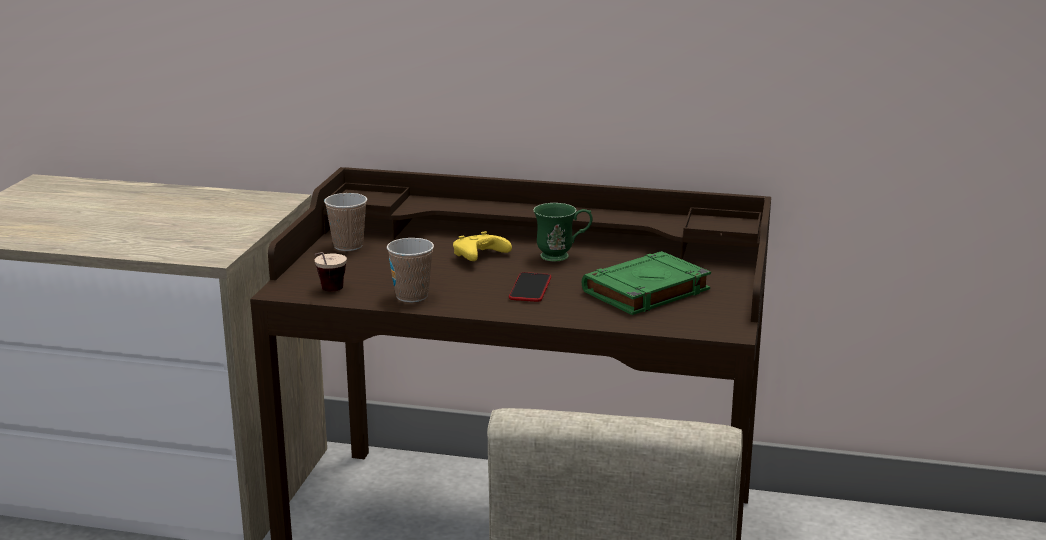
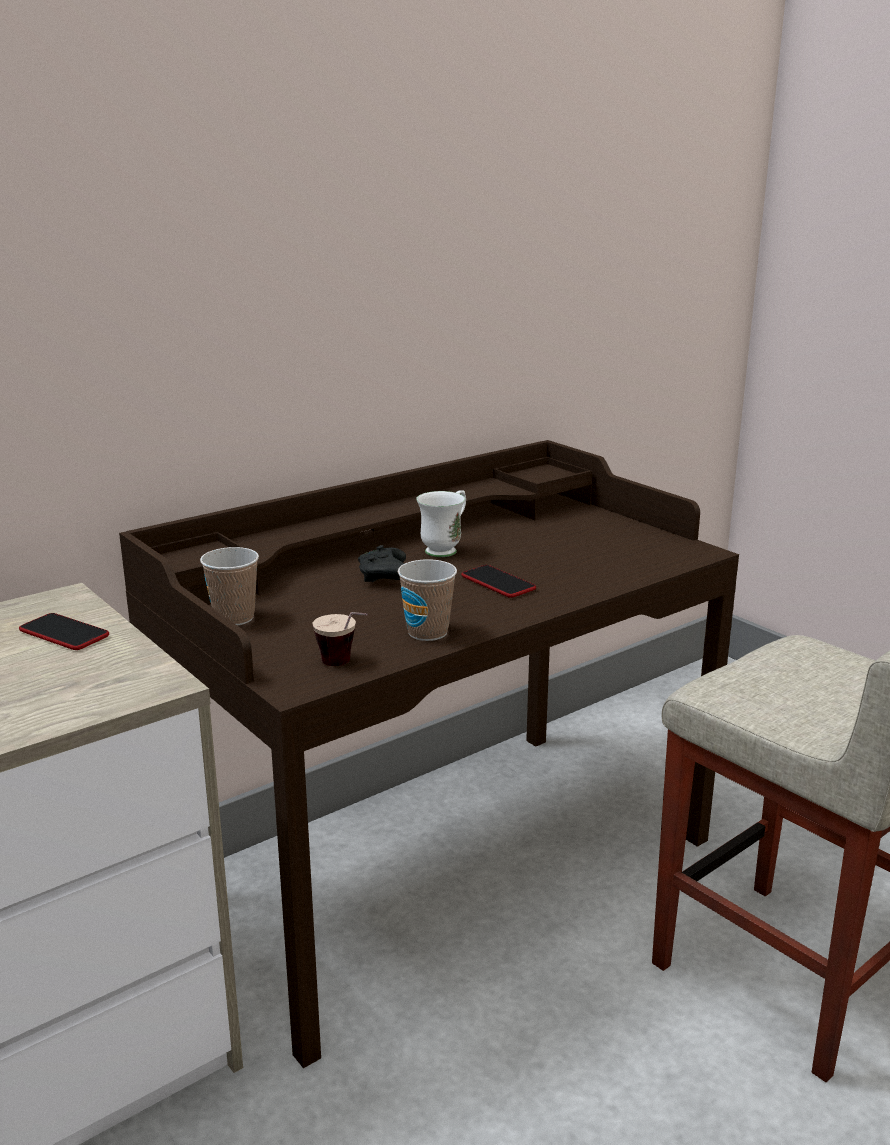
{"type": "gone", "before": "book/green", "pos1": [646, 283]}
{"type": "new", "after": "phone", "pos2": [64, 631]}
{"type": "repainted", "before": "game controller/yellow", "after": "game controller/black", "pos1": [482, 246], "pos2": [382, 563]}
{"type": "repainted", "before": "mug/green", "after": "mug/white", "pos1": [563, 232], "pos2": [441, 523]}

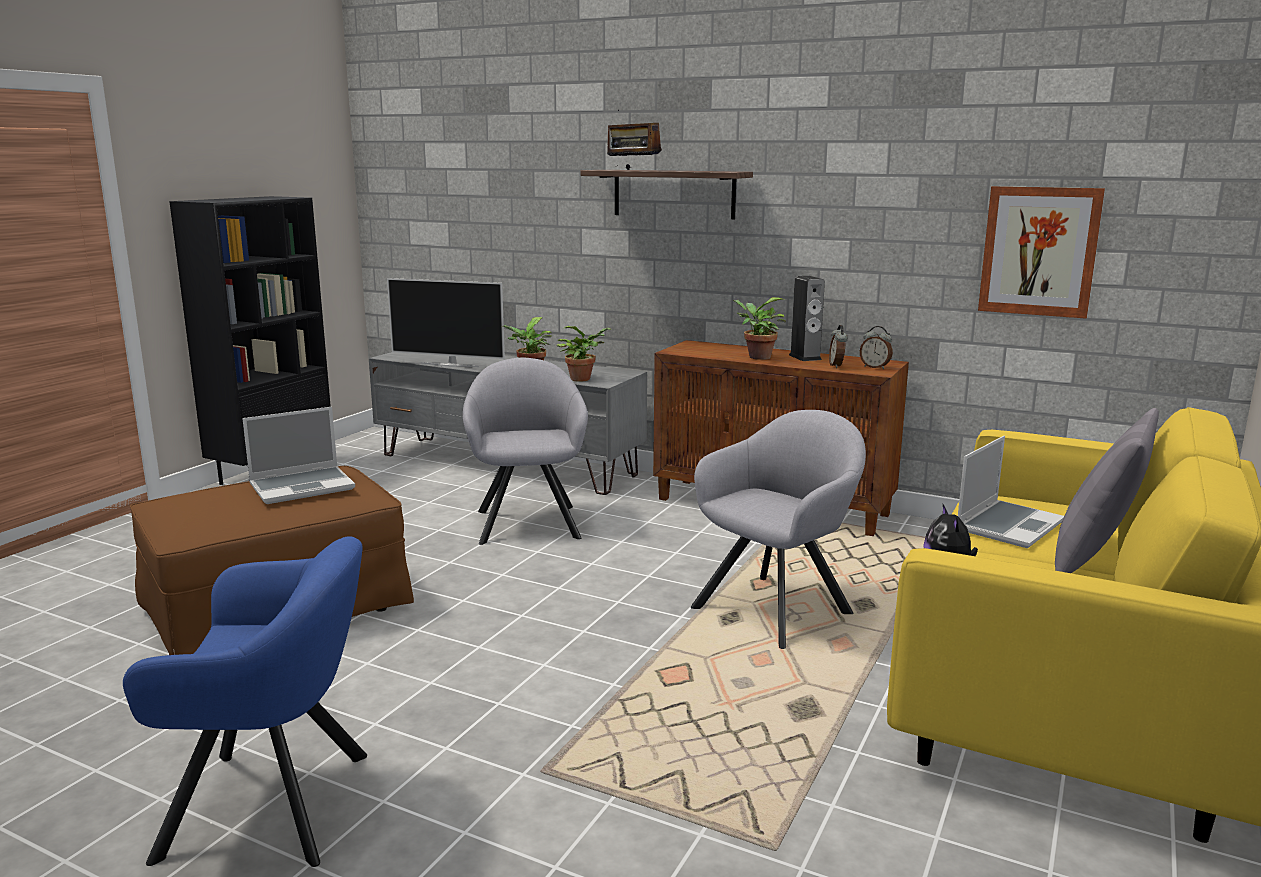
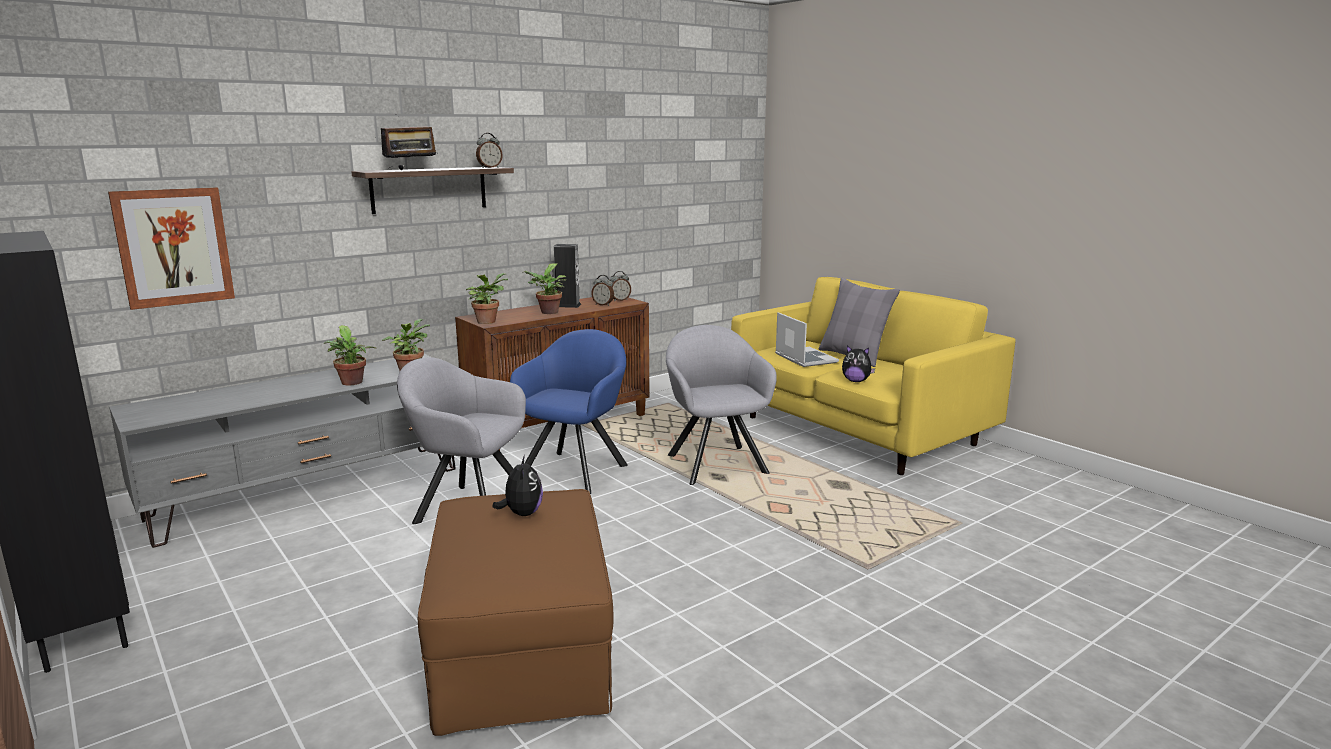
{"type": "gone", "before": "television", "pos1": [446, 322]}
{"type": "new", "after": "potted plant", "pos2": [487, 298]}
{"type": "new", "after": "alarm clock", "pos2": [489, 150]}
{"type": "shifted", "before": "armchair/blue", "pos1": [245, 701], "pos2": [569, 411]}
{"type": "shifted", "before": "picture", "pos1": [1041, 252], "pos2": [171, 248]}
{"type": "swapped", "before": "laptop", "after": "plush toy", "pos1": [298, 455], "pos2": [518, 485]}

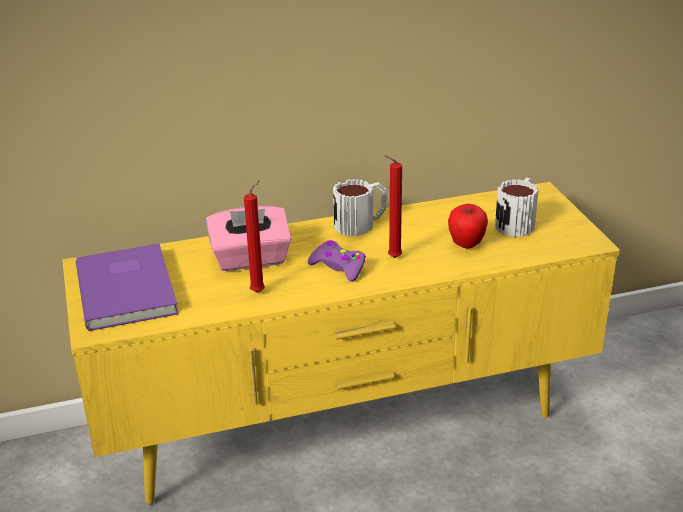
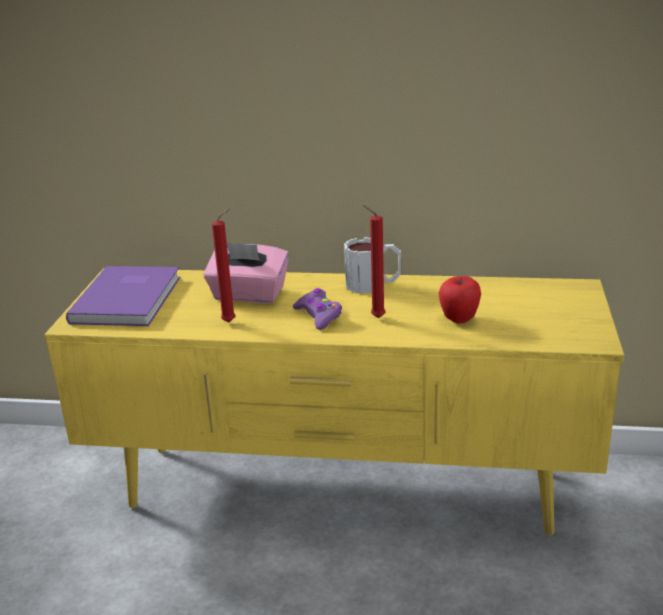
{"type": "gone", "before": "mug", "pos1": [516, 207]}

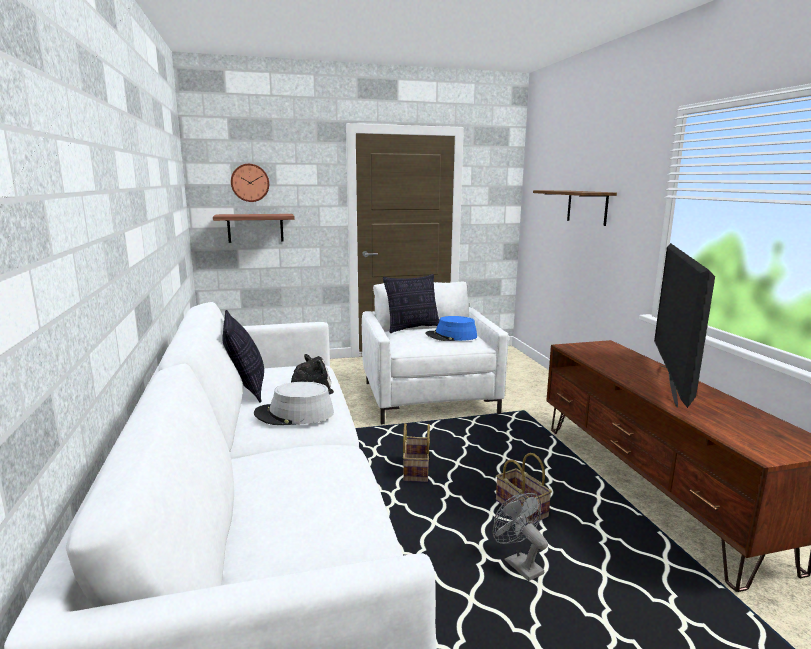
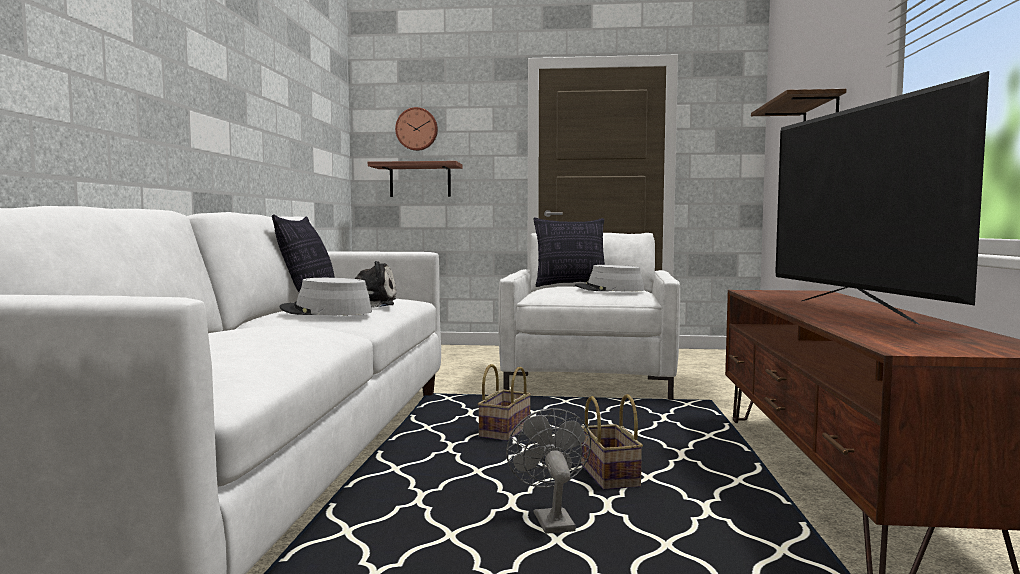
{"type": "repainted", "before": "hat/blue", "after": "hat/grey", "pos1": [451, 328], "pos2": [609, 278]}
{"type": "rotated", "before": "television", "pos1": [684, 325], "pos2": [882, 197], "turn": -45}

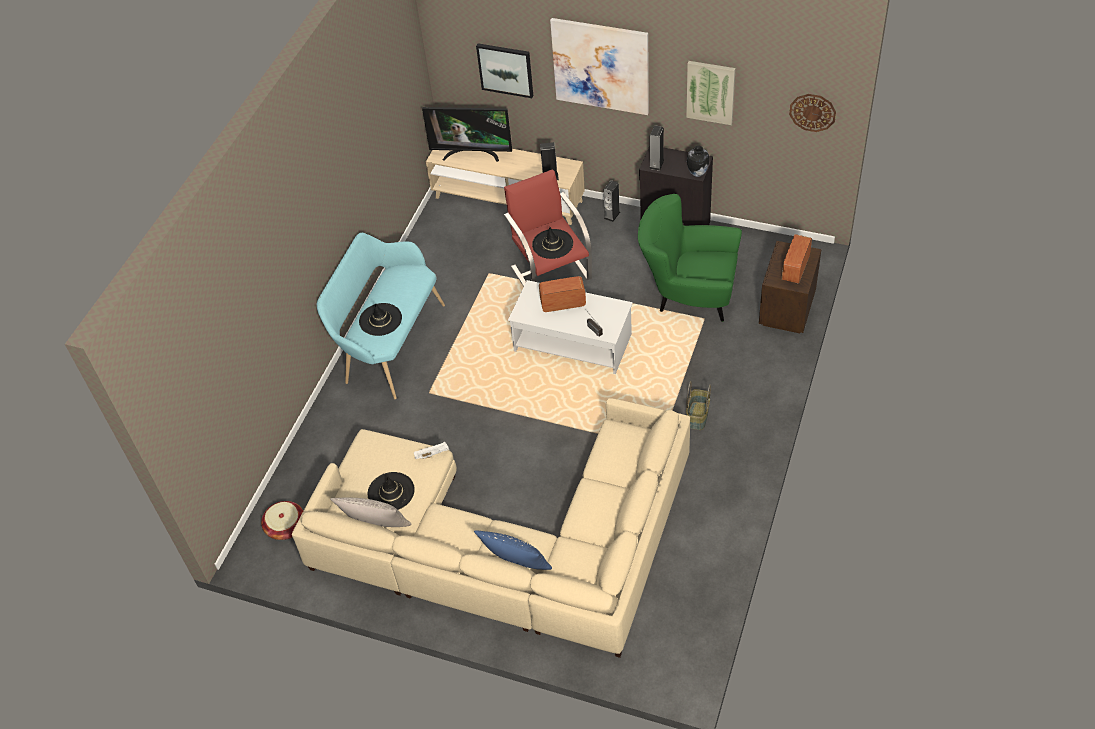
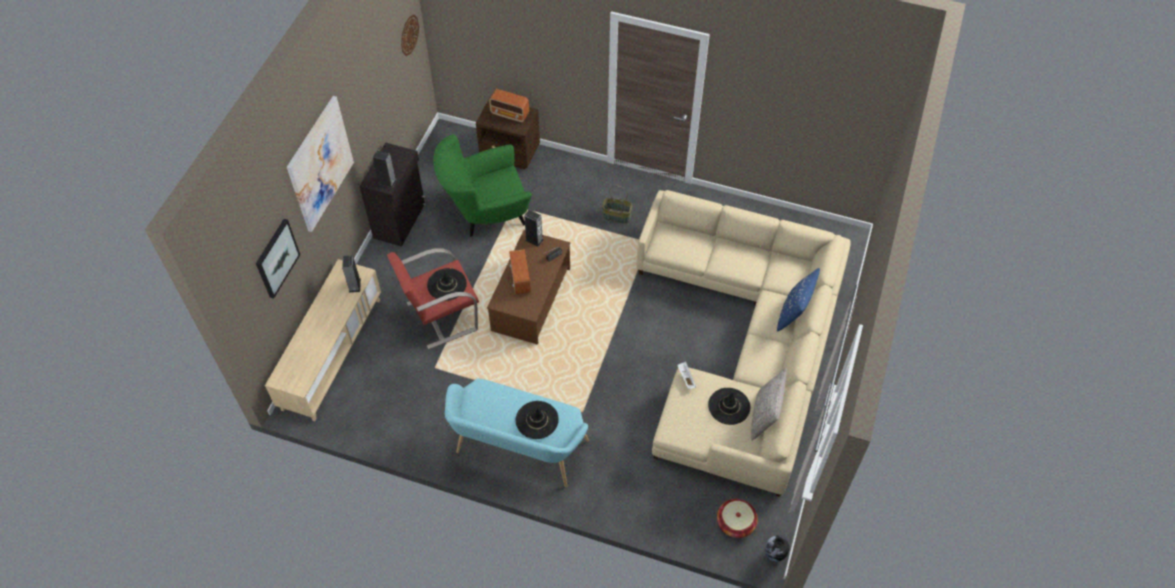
{"type": "gone", "before": "television", "pos1": [467, 134]}
{"type": "gone", "before": "picture", "pos1": [711, 93]}
{"type": "shifted", "before": "speaker", "pos1": [612, 201], "pos2": [534, 228]}
{"type": "shifted", "before": "vase", "pos1": [698, 161], "pos2": [777, 548]}
{"type": "repainted", "before": "coffee table/white", "after": "coffee table/brown", "pos1": [570, 327], "pos2": [529, 287]}
{"type": "rotated", "before": "armchair/green", "pos1": [690, 258], "pos2": [482, 185], "turn": 60}

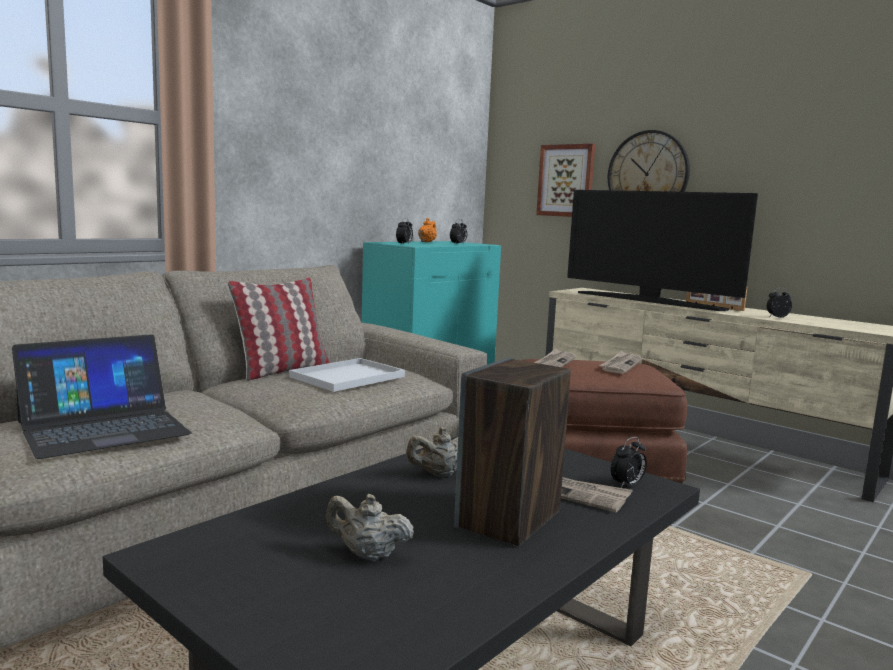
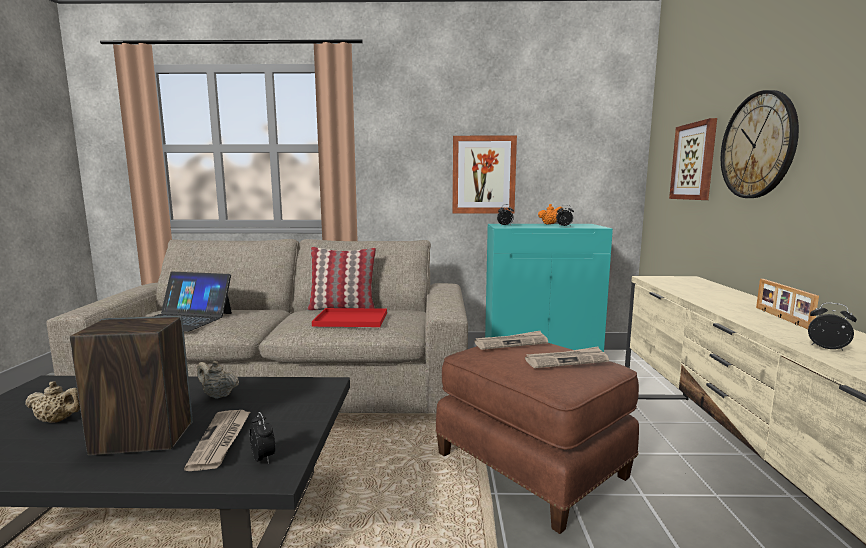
{"type": "gone", "before": "television", "pos1": [662, 250]}
{"type": "new", "after": "picture", "pos2": [484, 175]}
{"type": "repainted", "before": "tray/white", "after": "tray/red", "pos1": [347, 375], "pos2": [349, 317]}
{"type": "rotated", "before": "teapot/beige", "pos1": [370, 527], "pos2": [52, 402], "turn": 120}
{"type": "rotated", "before": "alarm clock", "pos1": [629, 462], "pos2": [262, 438], "turn": -135}

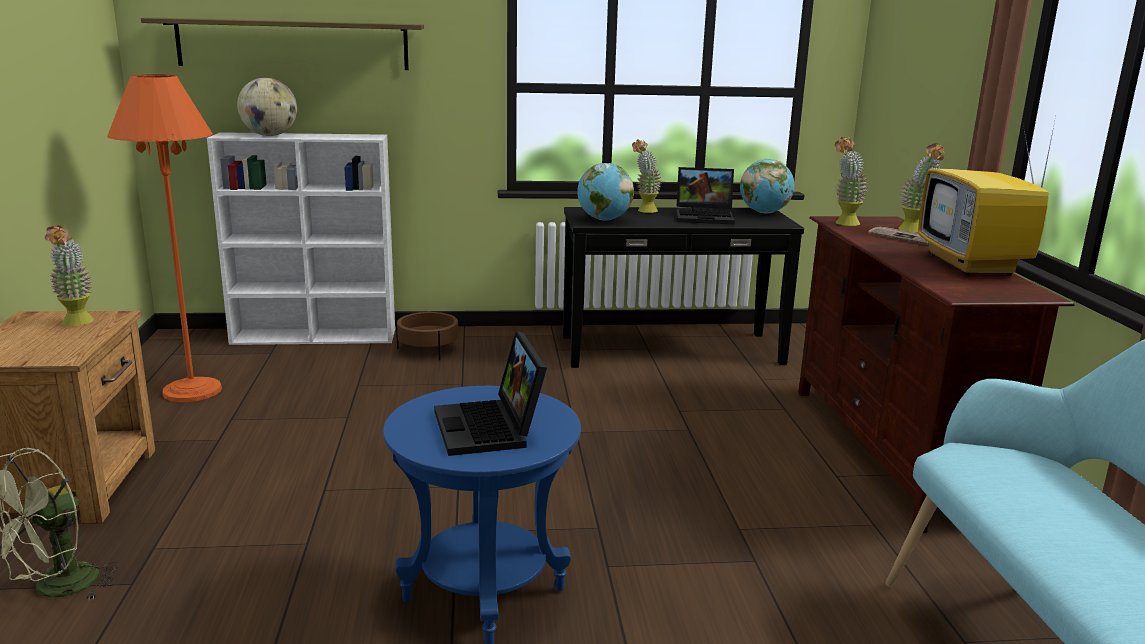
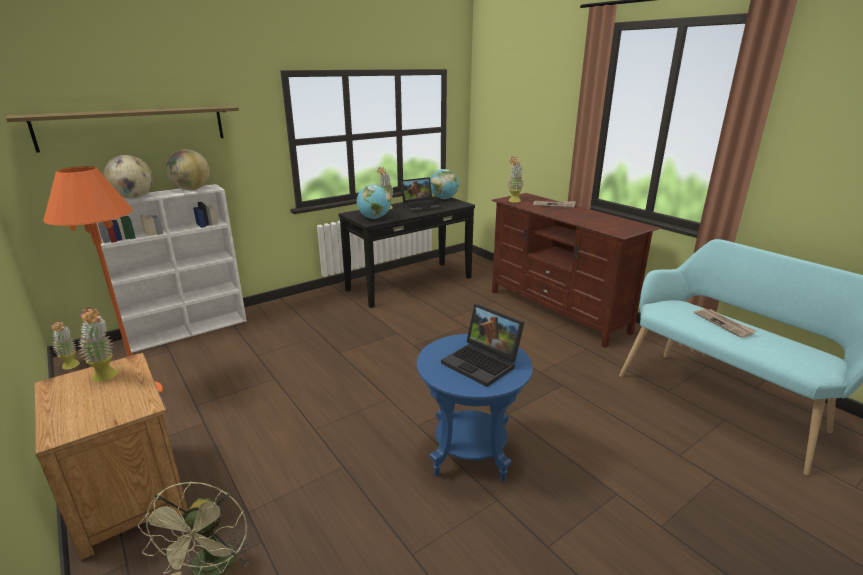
{"type": "gone", "before": "planter/brown", "pos1": [427, 336]}
{"type": "gone", "before": "television", "pos1": [987, 196]}
{"type": "new", "after": "globe", "pos2": [188, 169]}
{"type": "new", "after": "newspaper", "pos2": [725, 323]}
{"type": "shifted", "before": "potted plant", "pos1": [921, 188], "pos2": [65, 345]}

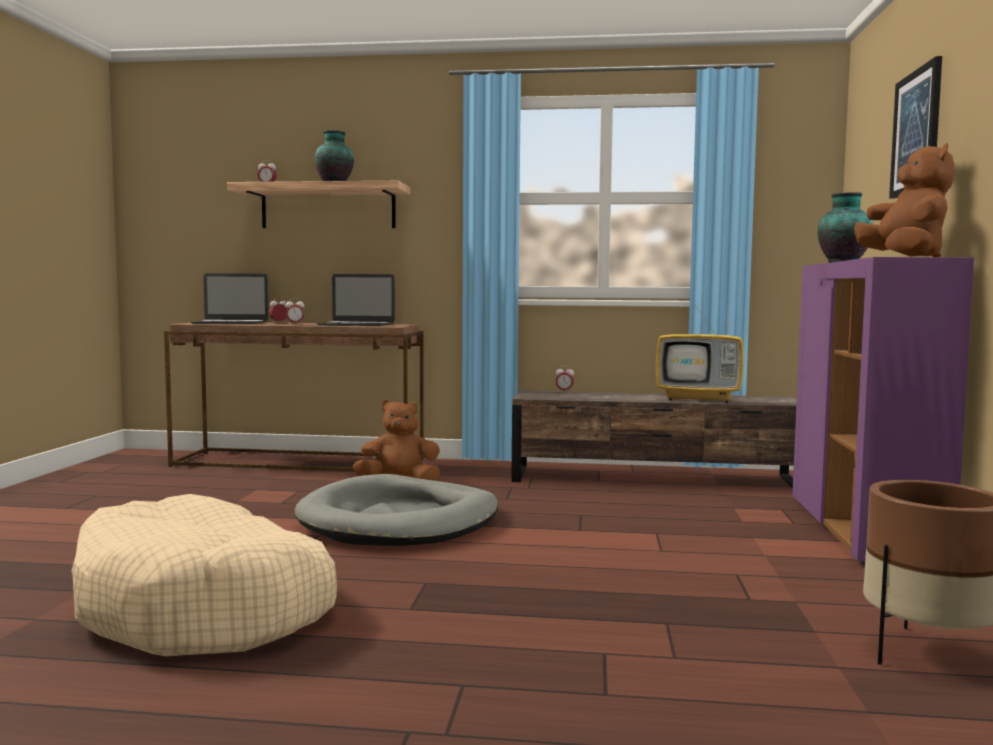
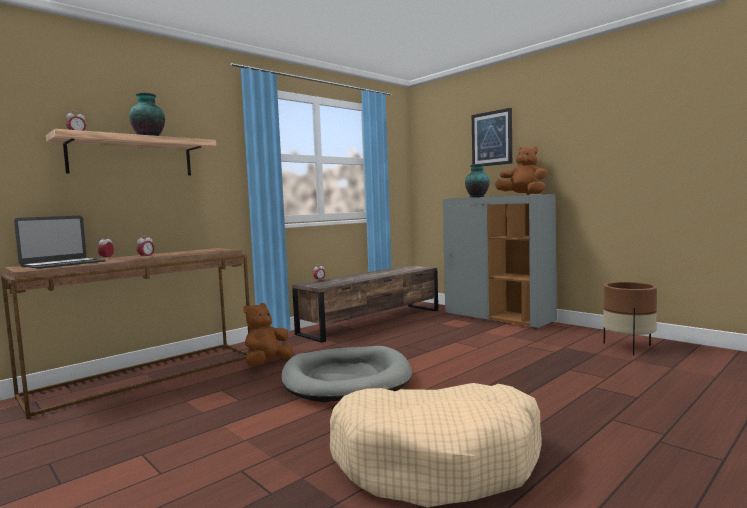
{"type": "gone", "before": "laptop", "pos1": [356, 300]}
{"type": "gone", "before": "television", "pos1": [700, 347]}
{"type": "repainted", "before": "cabinet/purple", "after": "cabinet/grey", "pos1": [883, 411], "pos2": [500, 261]}

